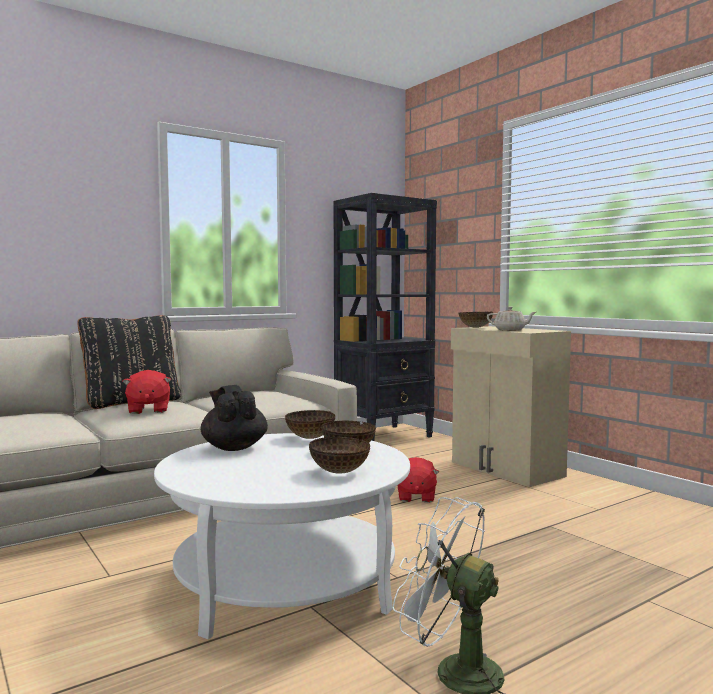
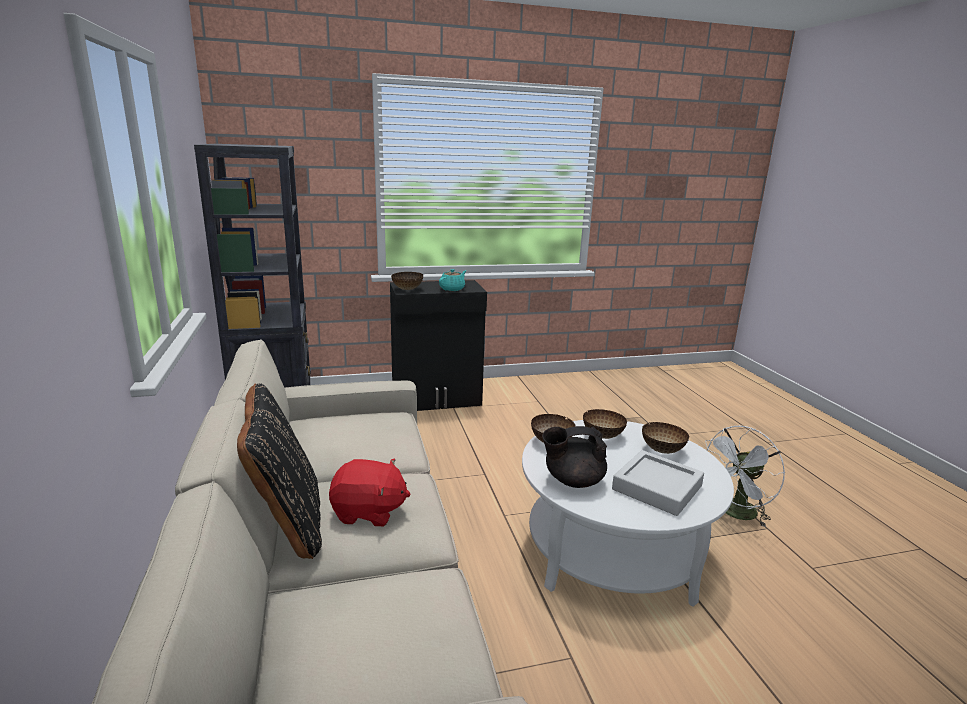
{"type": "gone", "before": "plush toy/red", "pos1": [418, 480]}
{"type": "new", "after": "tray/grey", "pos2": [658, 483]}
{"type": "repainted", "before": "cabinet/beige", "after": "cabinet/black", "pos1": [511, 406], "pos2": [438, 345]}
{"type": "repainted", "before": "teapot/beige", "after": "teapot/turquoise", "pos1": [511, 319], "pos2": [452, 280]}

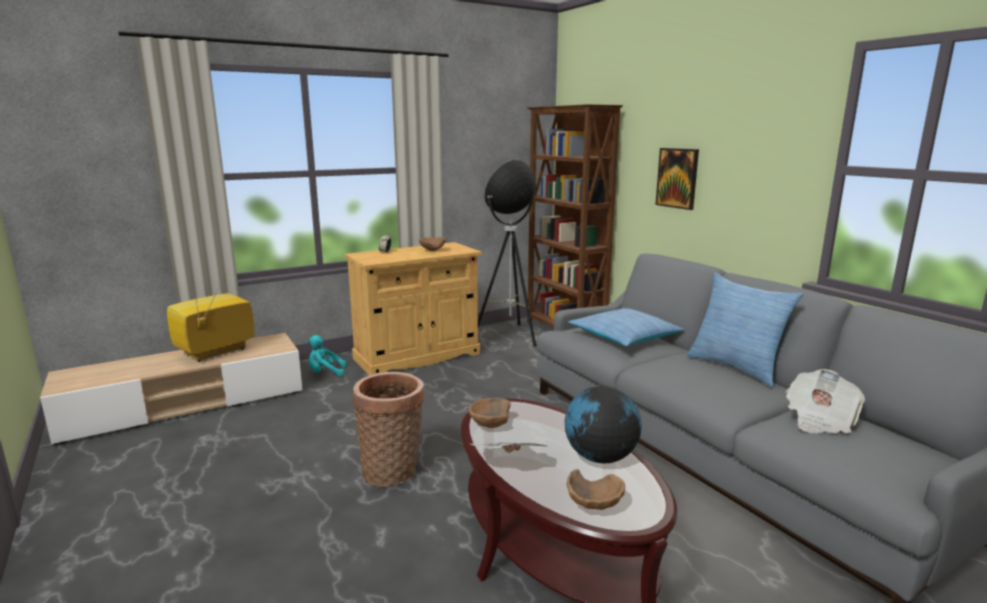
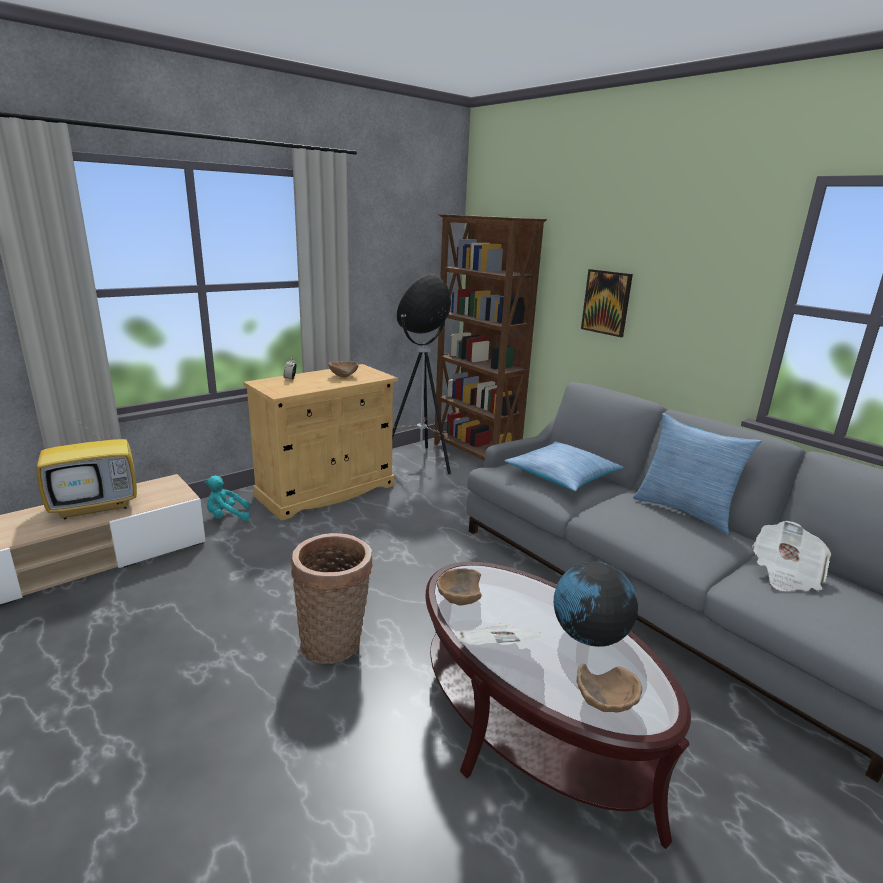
{"type": "rotated", "before": "television", "pos1": [210, 318], "pos2": [86, 460], "turn": -150}

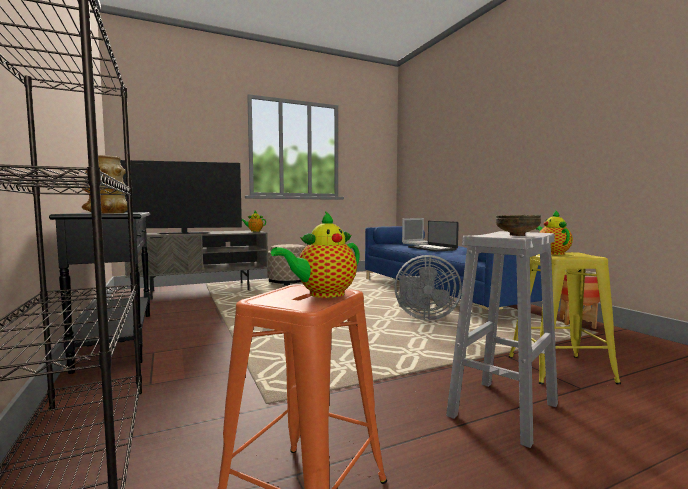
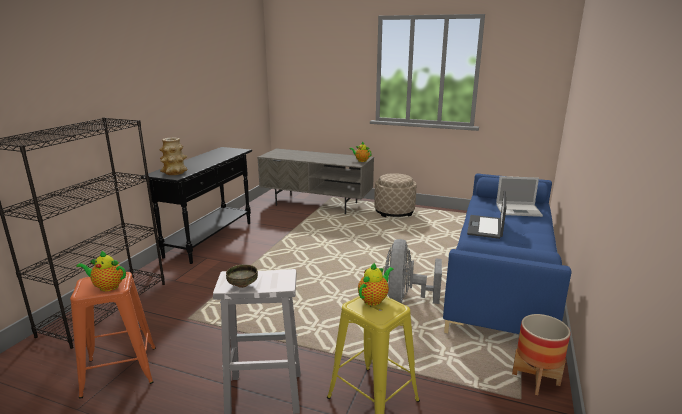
{"type": "gone", "before": "television", "pos1": [181, 197]}
{"type": "rotated", "before": "fan/grey", "pos1": [428, 287], "pos2": [413, 271], "turn": 45}

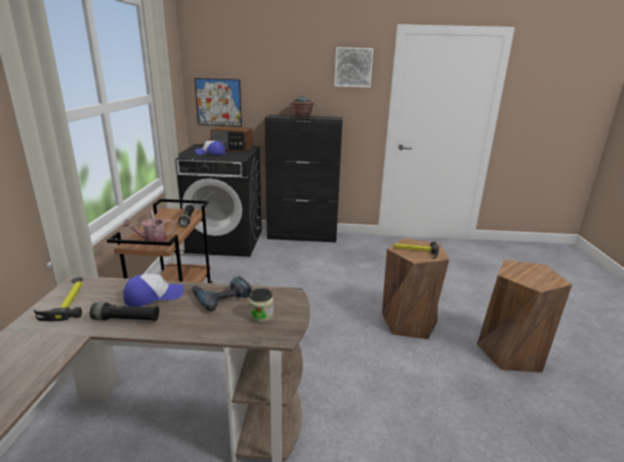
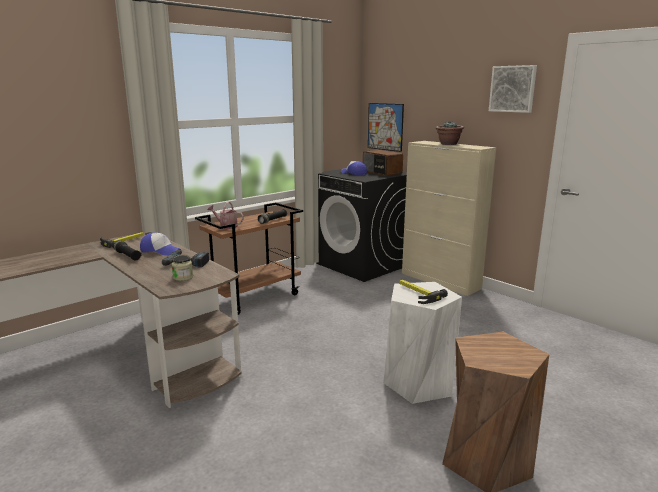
{"type": "repainted", "before": "cabinet/black", "after": "cabinet/beige", "pos1": [304, 178], "pos2": [449, 218]}
{"type": "repainted", "before": "stool/brown", "after": "stool/white", "pos1": [415, 288], "pos2": [422, 343]}

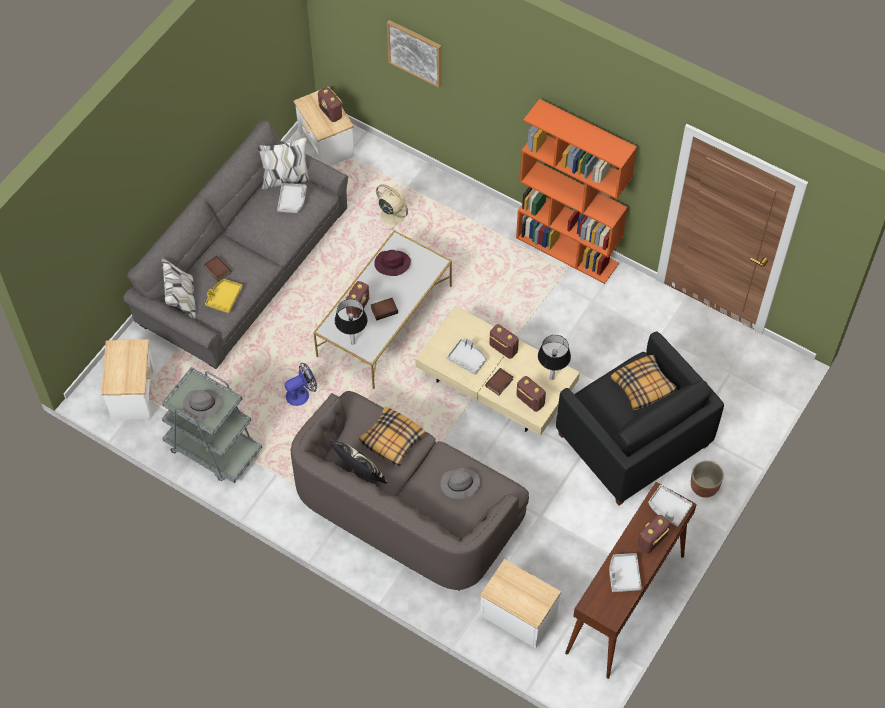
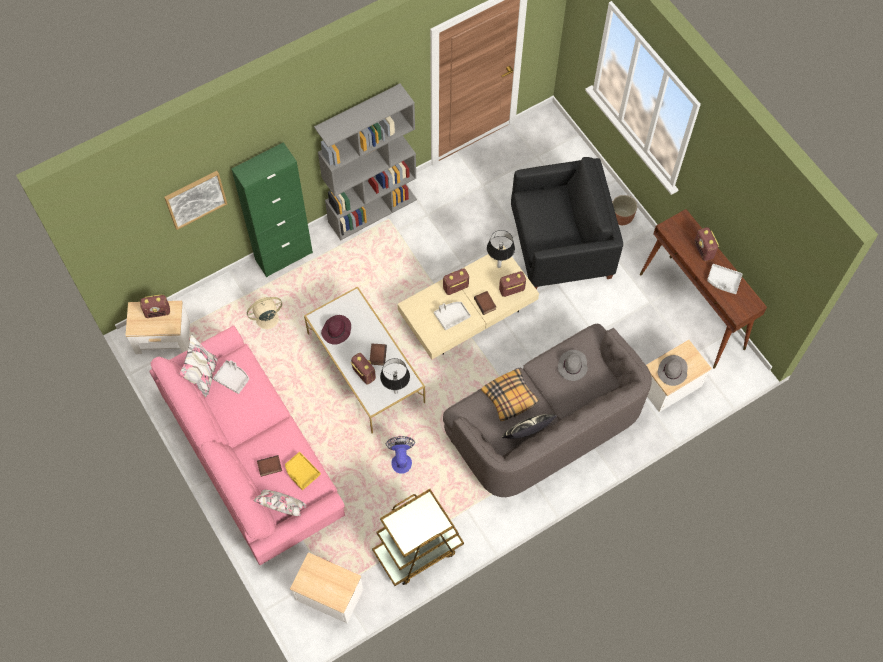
{"type": "gone", "before": "pillow", "pos1": [644, 383]}
{"type": "gone", "before": "tray/grey", "pos1": [670, 506]}
{"type": "new", "after": "cabinet/green", "pos2": [272, 209]}
{"type": "shifted", "before": "hat/grey", "pos1": [202, 404], "pos2": [673, 370]}
{"type": "repainted", "before": "sofa/grey", "after": "sofa/pink", "pos1": [235, 245], "pos2": [247, 445]}
{"type": "repainted", "before": "cart/grey", "after": "cart/brown", "pos1": [212, 425], "pos2": [418, 537]}
{"type": "repainted", "before": "bookcase/orange", "after": "bookcase/grey", "pos1": [576, 191], "pos2": [365, 162]}

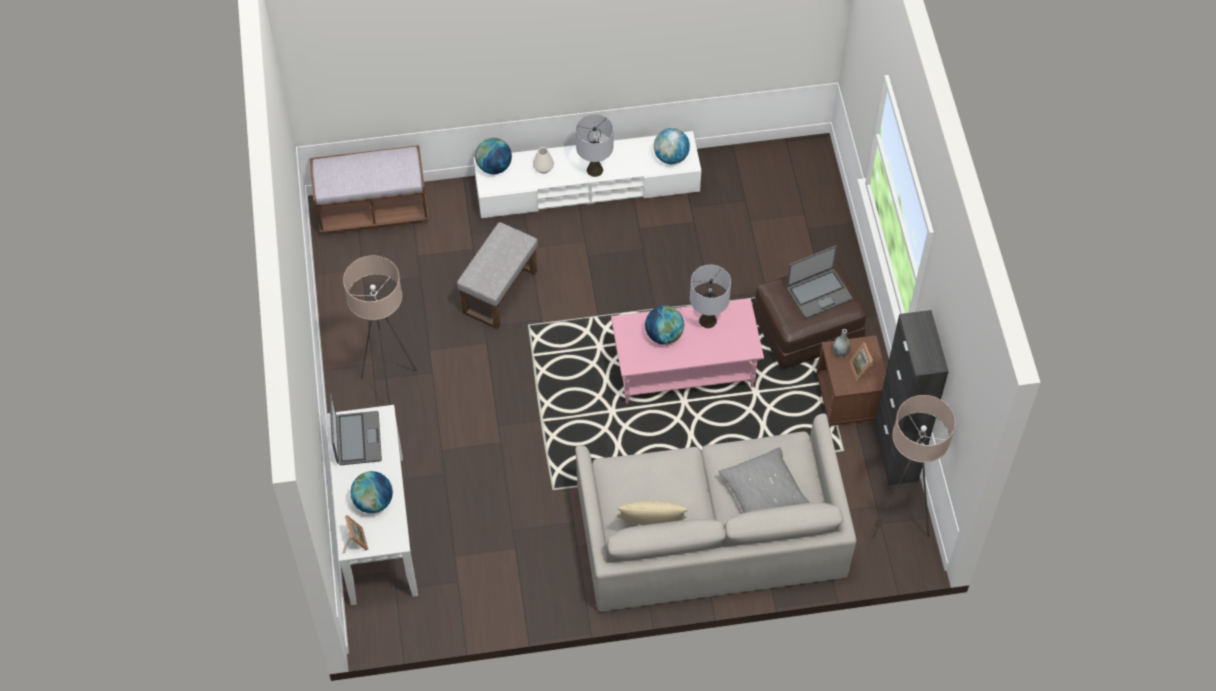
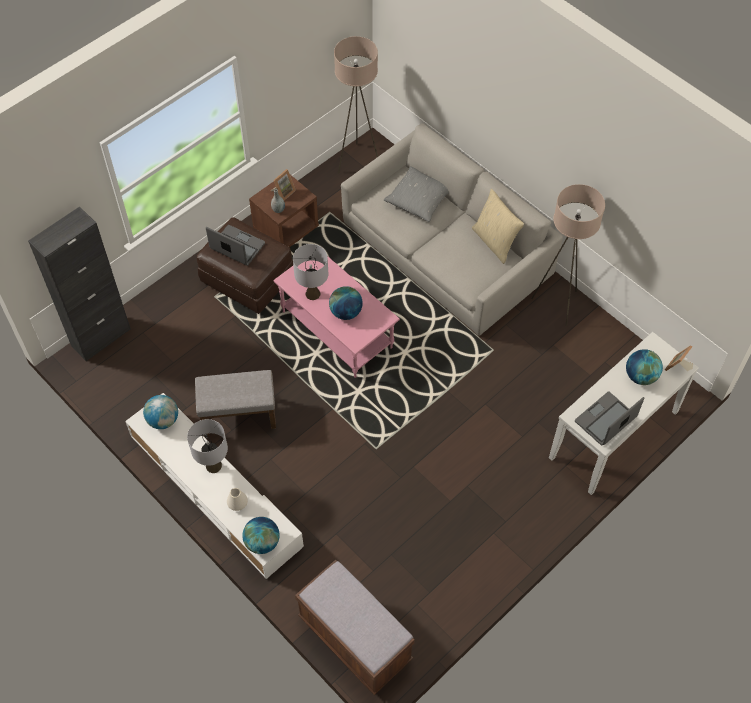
{"type": "shifted", "before": "floor lamp/beige", "pos1": [380, 330], "pos2": [568, 255]}
{"type": "shifted", "before": "ottoman/grey", "pos1": [497, 276], "pos2": [235, 402]}
{"type": "shifted", "before": "cabinet/black", "pos1": [911, 397], "pos2": [79, 284]}

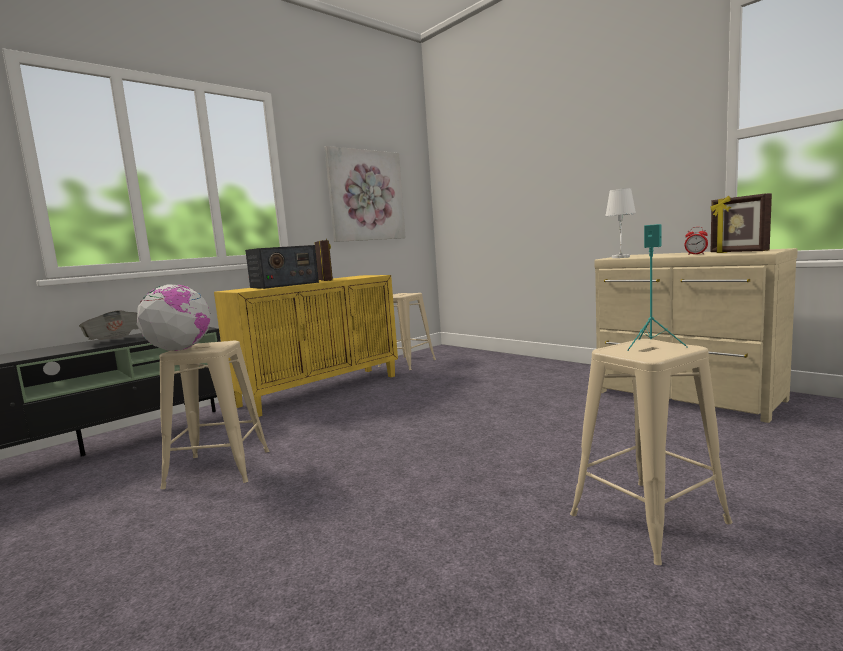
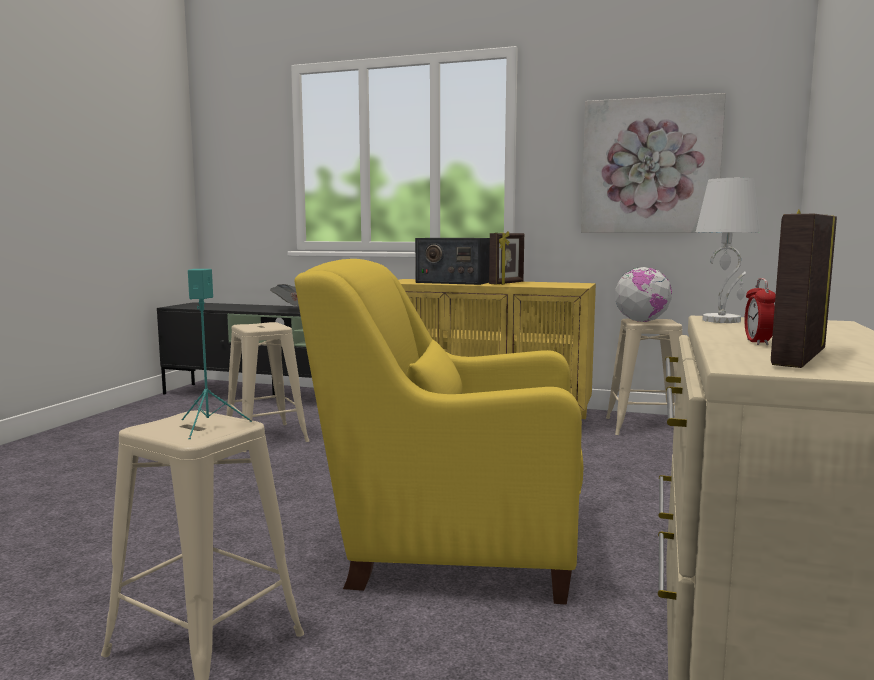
{"type": "new", "after": "armchair/yellow", "pos2": [438, 432]}
{"type": "shifted", "before": "globe", "pos1": [173, 317], "pos2": [643, 294]}

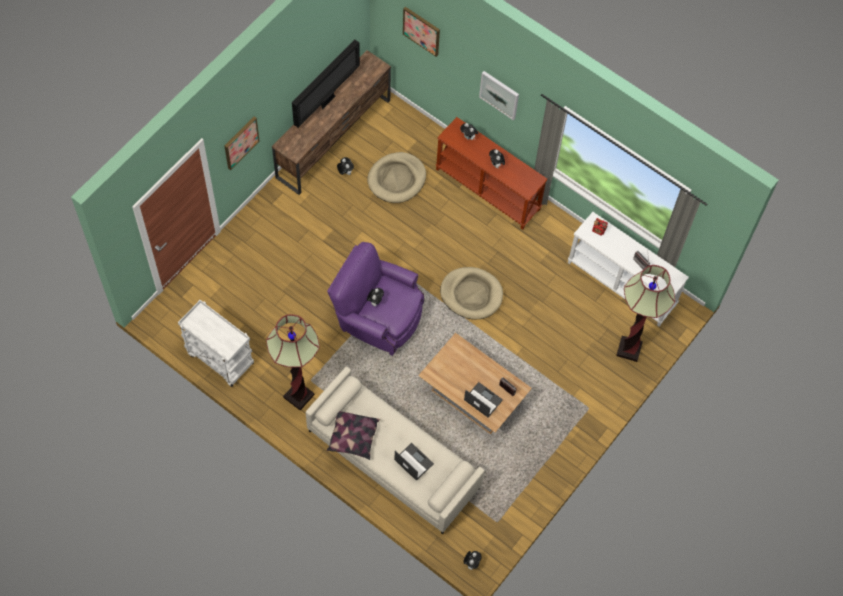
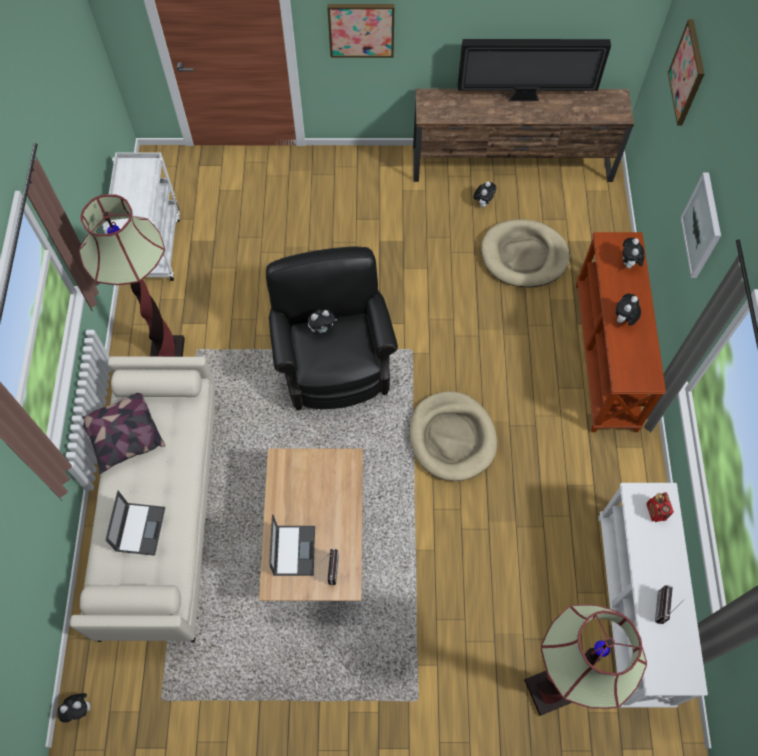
{"type": "repainted", "before": "armchair/purple", "after": "armchair/black", "pos1": [375, 299], "pos2": [332, 328]}

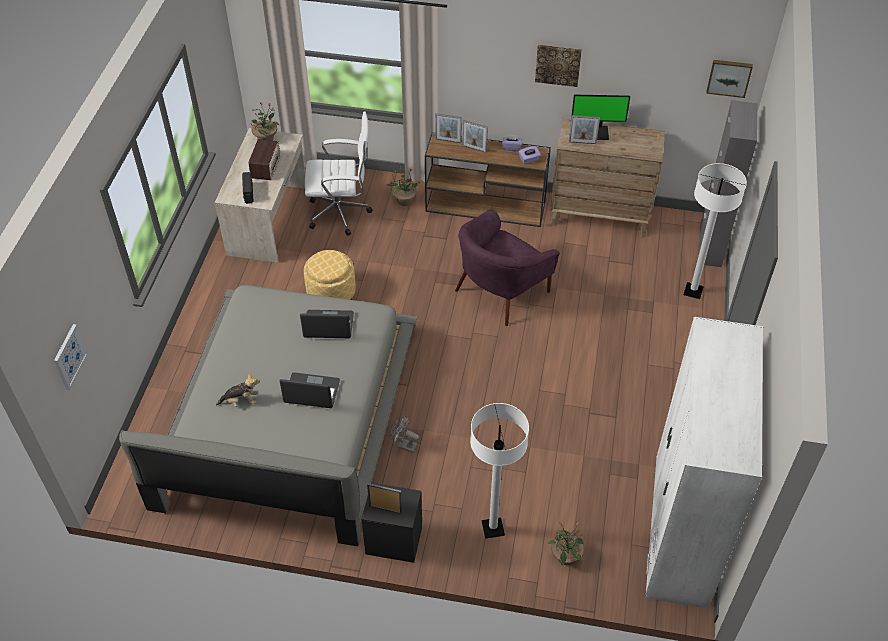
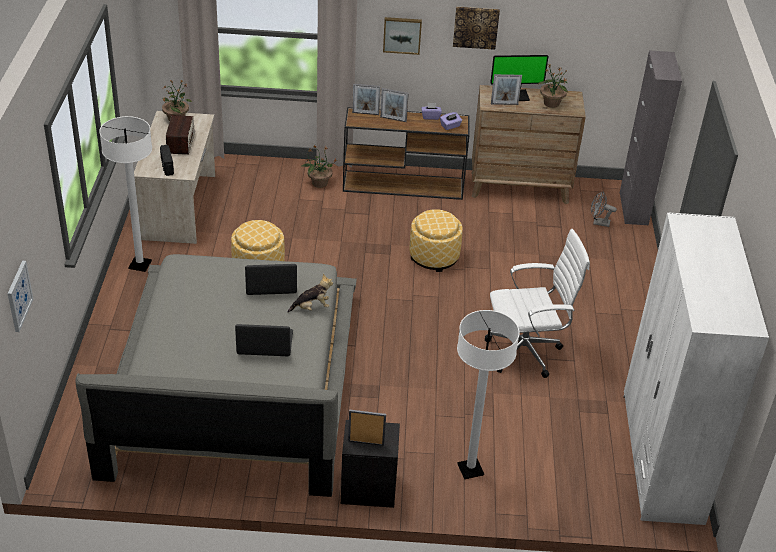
{"type": "shifted", "before": "plush toy", "pos1": [238, 390], "pos2": [310, 293]}
{"type": "shifted", "before": "office chair/white", "pos1": [339, 174], "pos2": [537, 303]}
{"type": "shifted", "before": "fan/grey", "pos1": [404, 434], "pos2": [604, 209]}
{"type": "shifted", "before": "potted plant", "pos1": [566, 543], "pos2": [553, 86]}
{"type": "shifted", "before": "floor lamp/white", "pos1": [715, 231], "pos2": [125, 194]}
{"type": "shifted", "before": "picture", "pos1": [729, 79], "pos2": [402, 36]}
{"type": "swapped", "before": "armchair/purple", "after": "ottoman", "pos1": [507, 267], "pos2": [436, 240]}

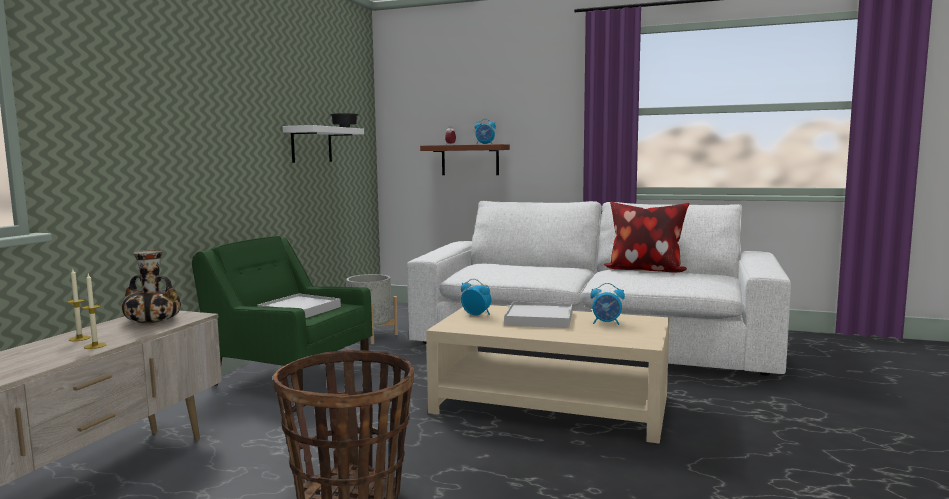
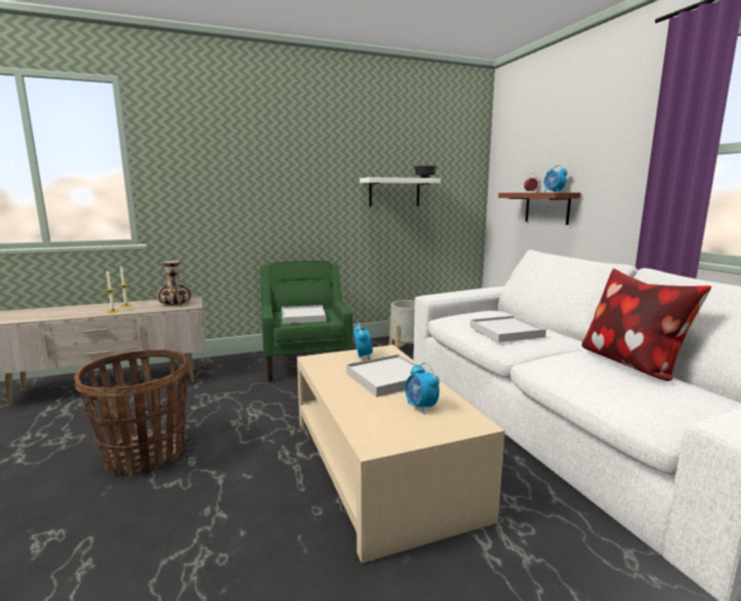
{"type": "new", "after": "tray/white", "pos2": [508, 329]}

